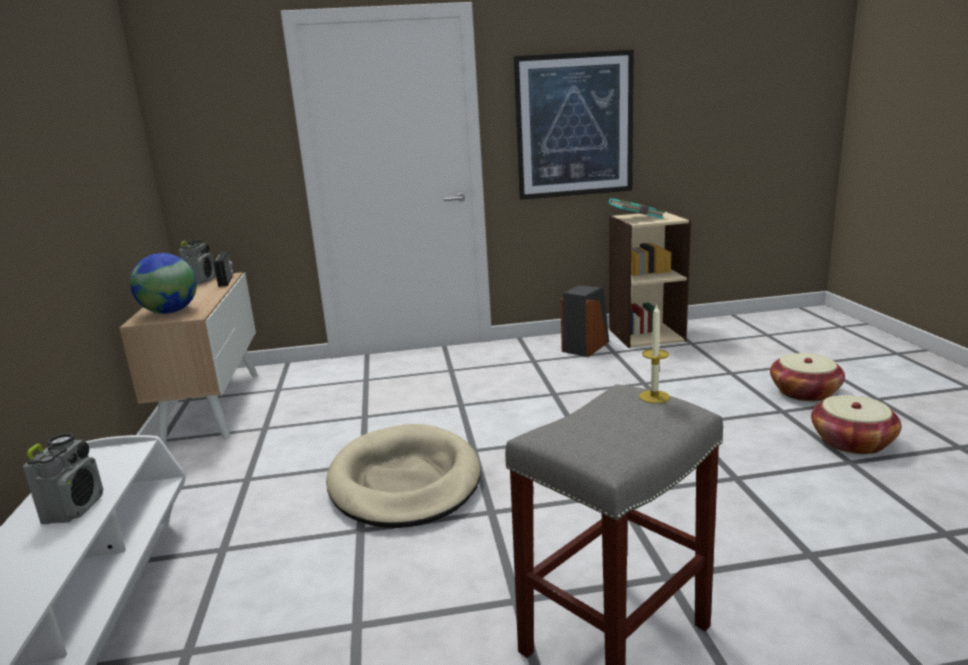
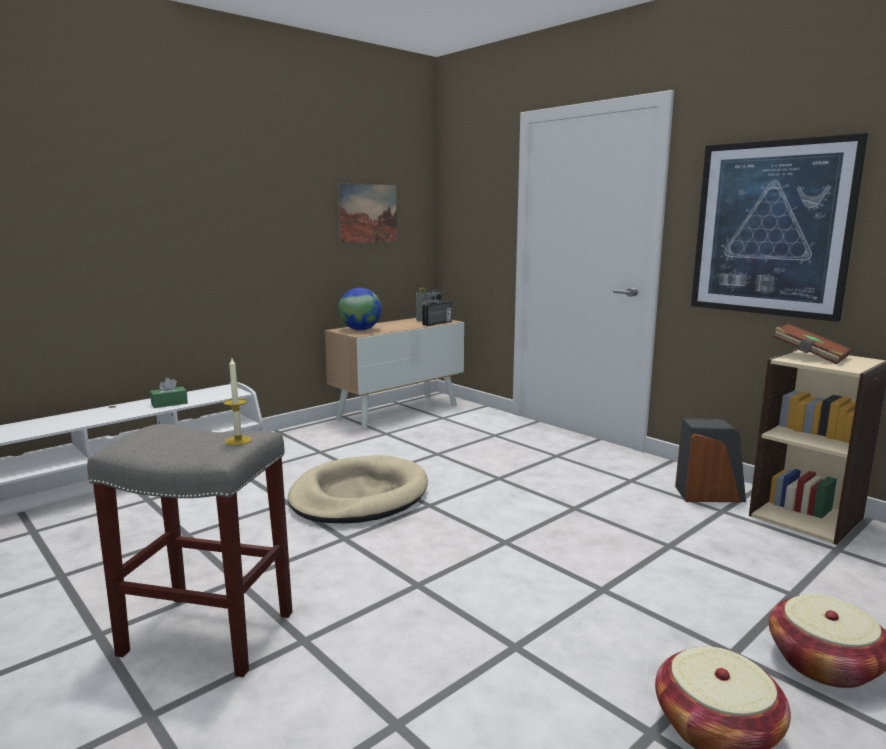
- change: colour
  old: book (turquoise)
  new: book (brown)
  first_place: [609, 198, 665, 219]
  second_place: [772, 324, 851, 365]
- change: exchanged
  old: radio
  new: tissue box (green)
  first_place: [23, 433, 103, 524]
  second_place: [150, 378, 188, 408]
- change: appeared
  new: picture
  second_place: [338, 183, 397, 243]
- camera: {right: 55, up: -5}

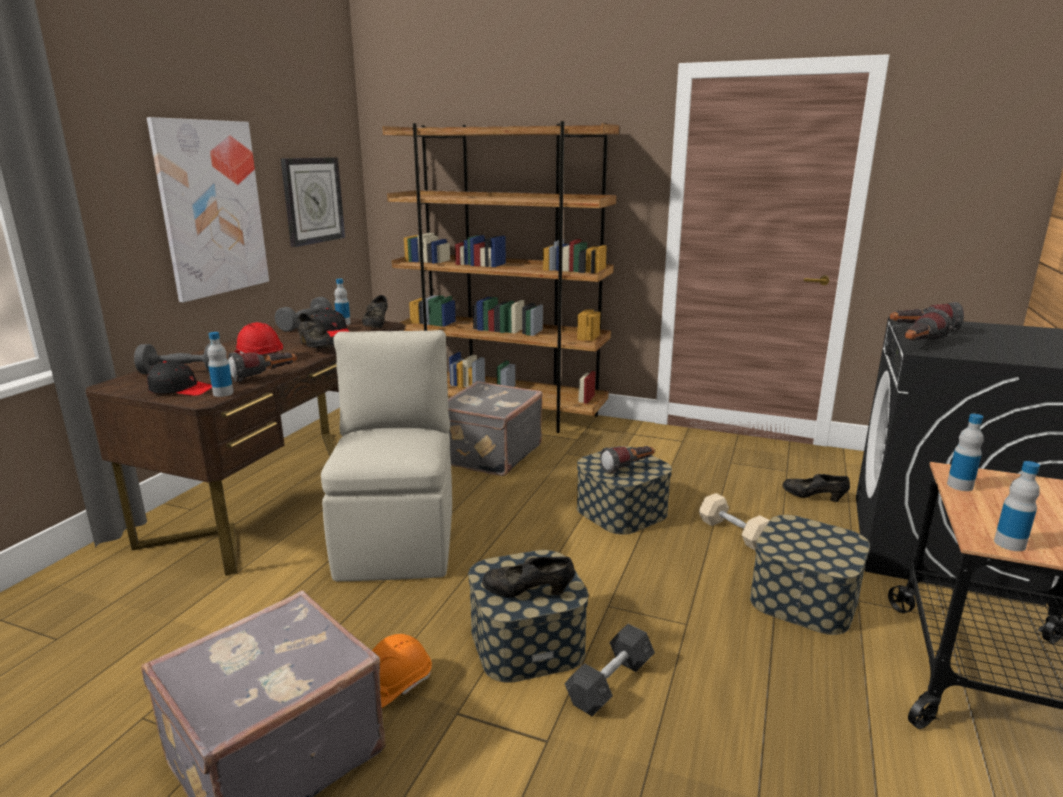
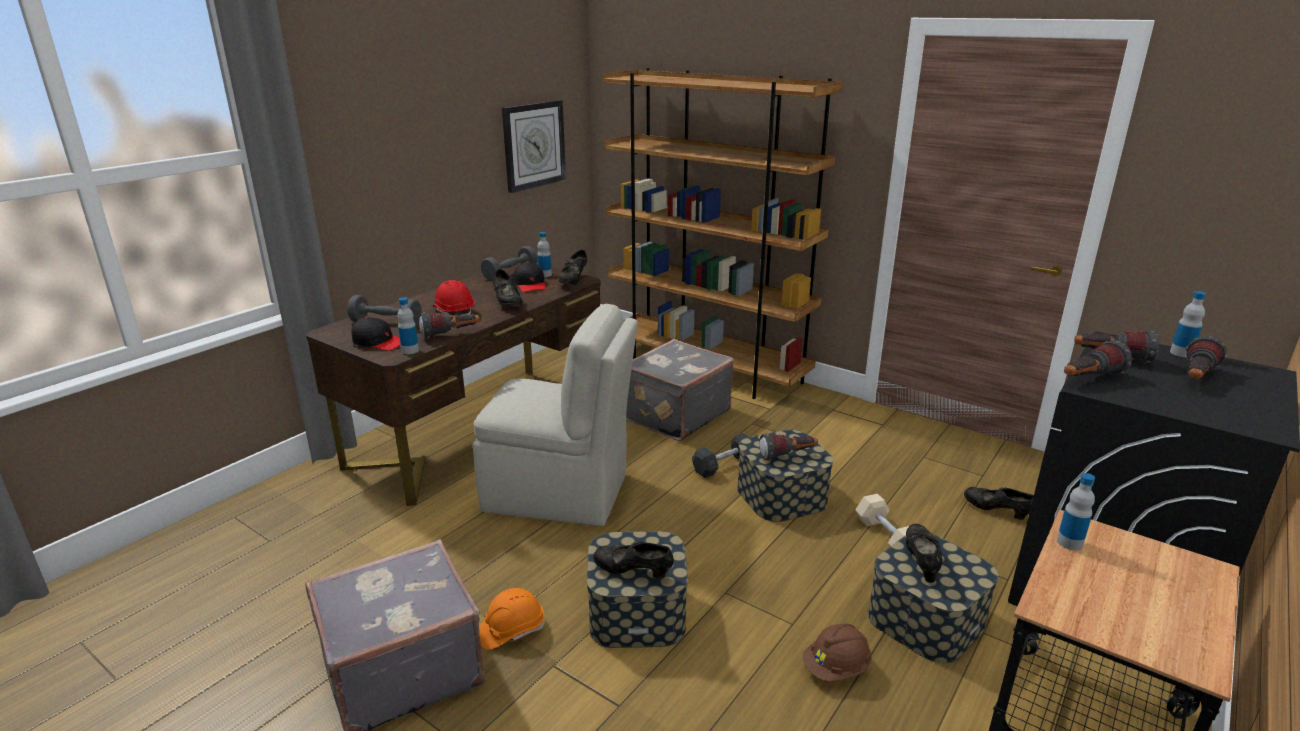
- change: missing
  old: picture
  first_place: [147, 117, 269, 302]
- change: spun
  old: chair (beige)
  first_place: [321, 330, 452, 581]
  second_place: [473, 304, 638, 526]
  degrees: 90
- change: relocated
  old: bottle
  first_place: [994, 461, 1040, 551]
  second_place: [1170, 291, 1206, 357]
- change: relocated
  old: dumbbell (grey)
  first_place: [564, 624, 655, 717]
  second_place: [692, 433, 750, 478]
- change: appeared
  new: flashlight
  second_place: [1185, 336, 1227, 379]
- change: appeared
  new: shoe (black)
  second_place: [906, 524, 942, 583]
- change: appeared
  new: hard hat (brown)
  second_place: [803, 624, 872, 682]
- camera: {right: 15, up: 5}

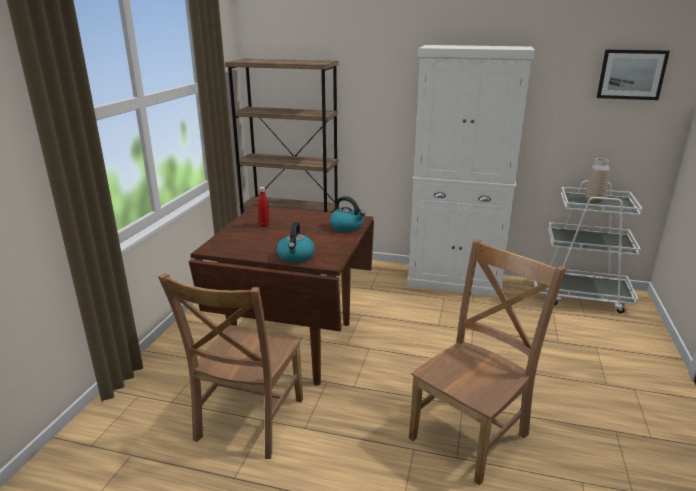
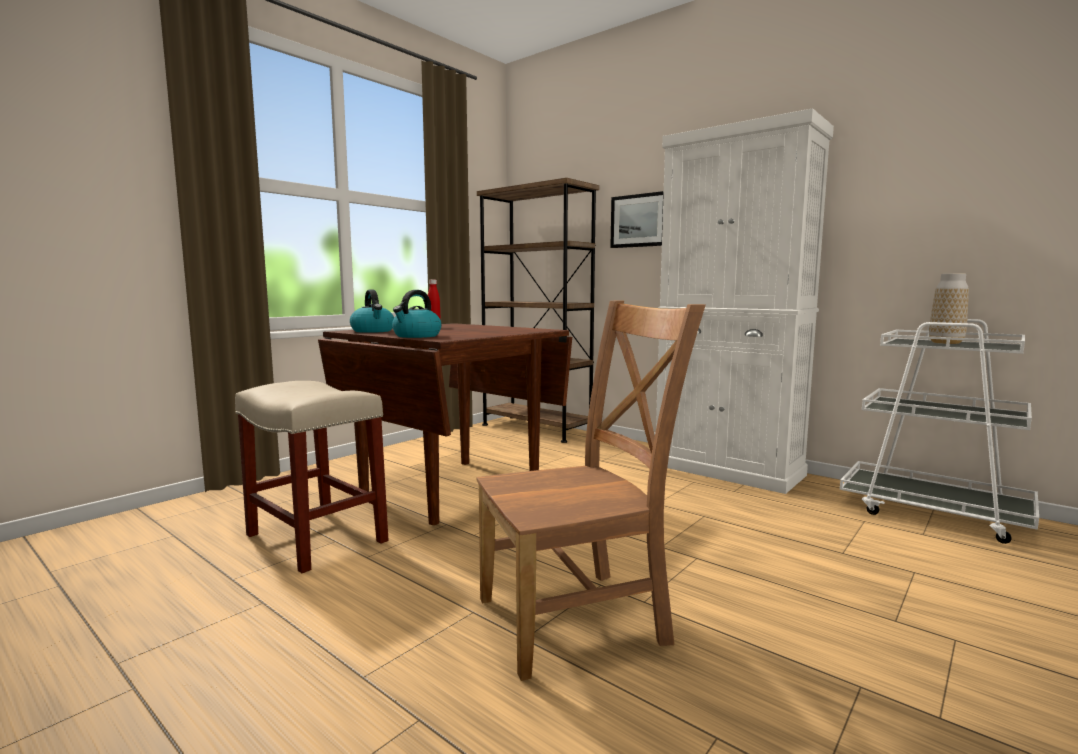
- change: relocated
  old: picture
  first_place: [597, 49, 670, 100]
  second_place: [610, 191, 664, 248]
- change: relocated
  old: kettle
  first_place: [330, 196, 365, 232]
  second_place: [350, 290, 394, 333]
- change: exchanged
  old: chair (brown)
  new: stool (beige)
  first_place: [158, 273, 303, 459]
  second_place: [235, 381, 388, 573]
- camera: {right: 25, up: -15}

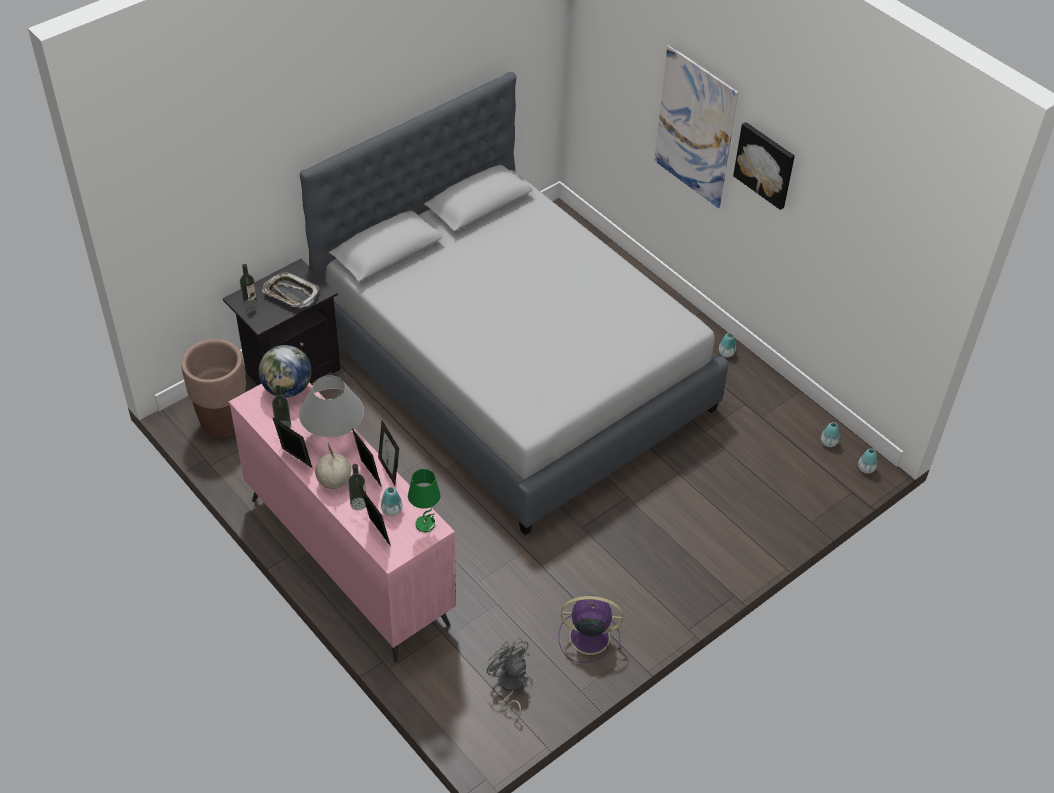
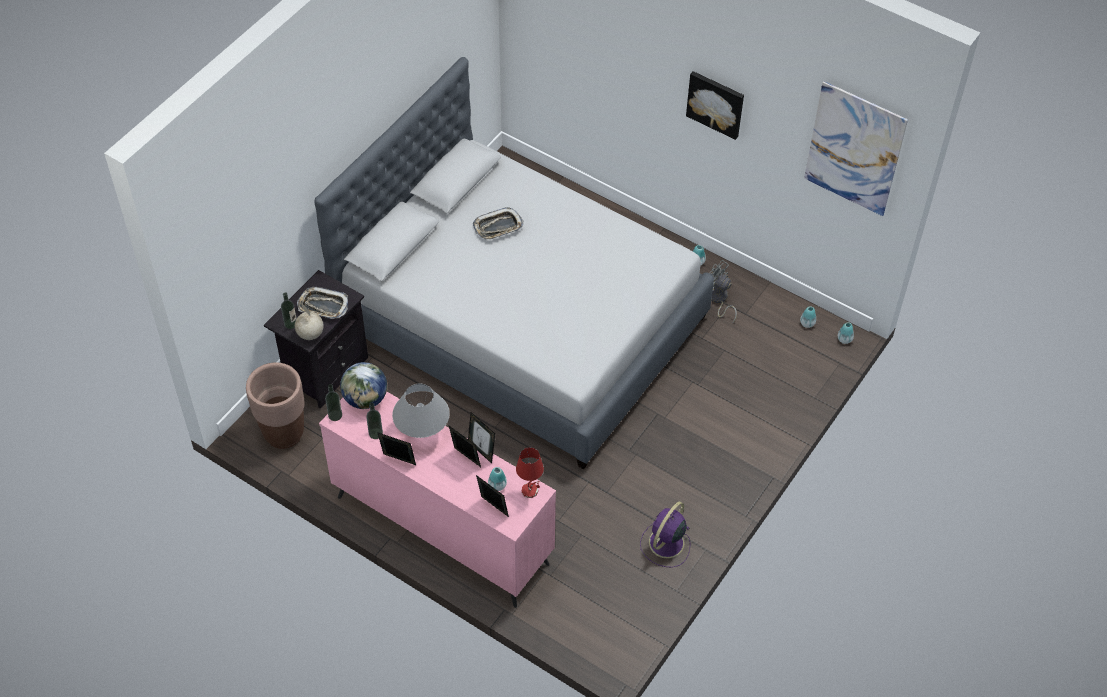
- change: relocated
  old: picture
  first_place: [654, 45, 738, 208]
  second_place: [804, 81, 908, 216]
- change: relocated
  old: globe
  first_place: [315, 443, 351, 489]
  second_place: [295, 304, 324, 340]
- change: relocated
  old: bottle
  first_place: [348, 464, 366, 510]
  second_place: [325, 384, 342, 421]
- change: colour
  old: table lamp (green)
  new: table lamp (red)
  first_place: [408, 469, 440, 533]
  second_place: [516, 448, 544, 498]
- change: spun
  old: fan (purple)
  first_place: [559, 595, 623, 663]
  second_place: [640, 502, 690, 567]
  degrees: -45
- change: relocated
  old: fan (grey)
  first_place: [487, 637, 529, 724]
  second_place: [709, 260, 737, 324]
- change: appeared
  new: tray
  second_place: [473, 207, 524, 240]
- camera: {right: -15, up: 5}

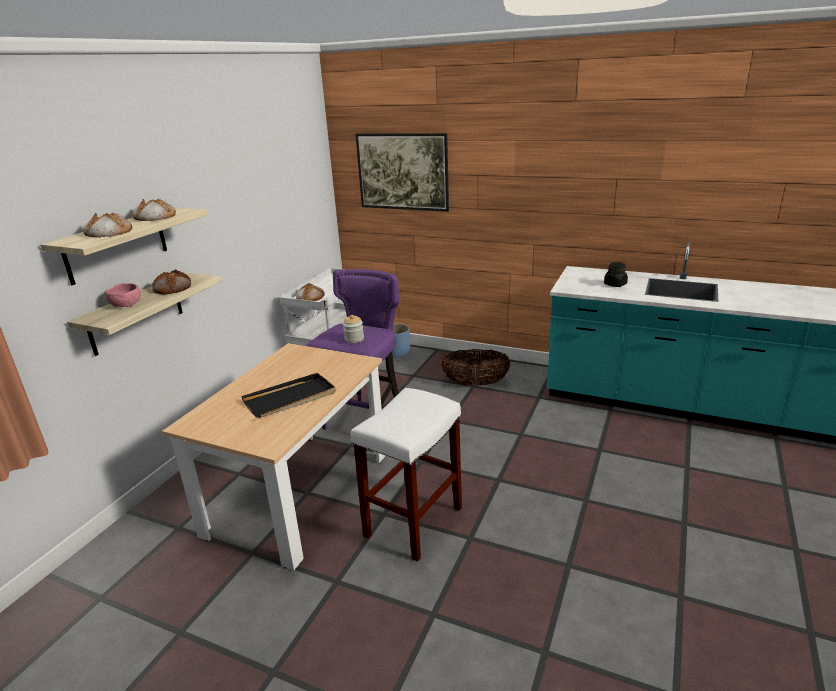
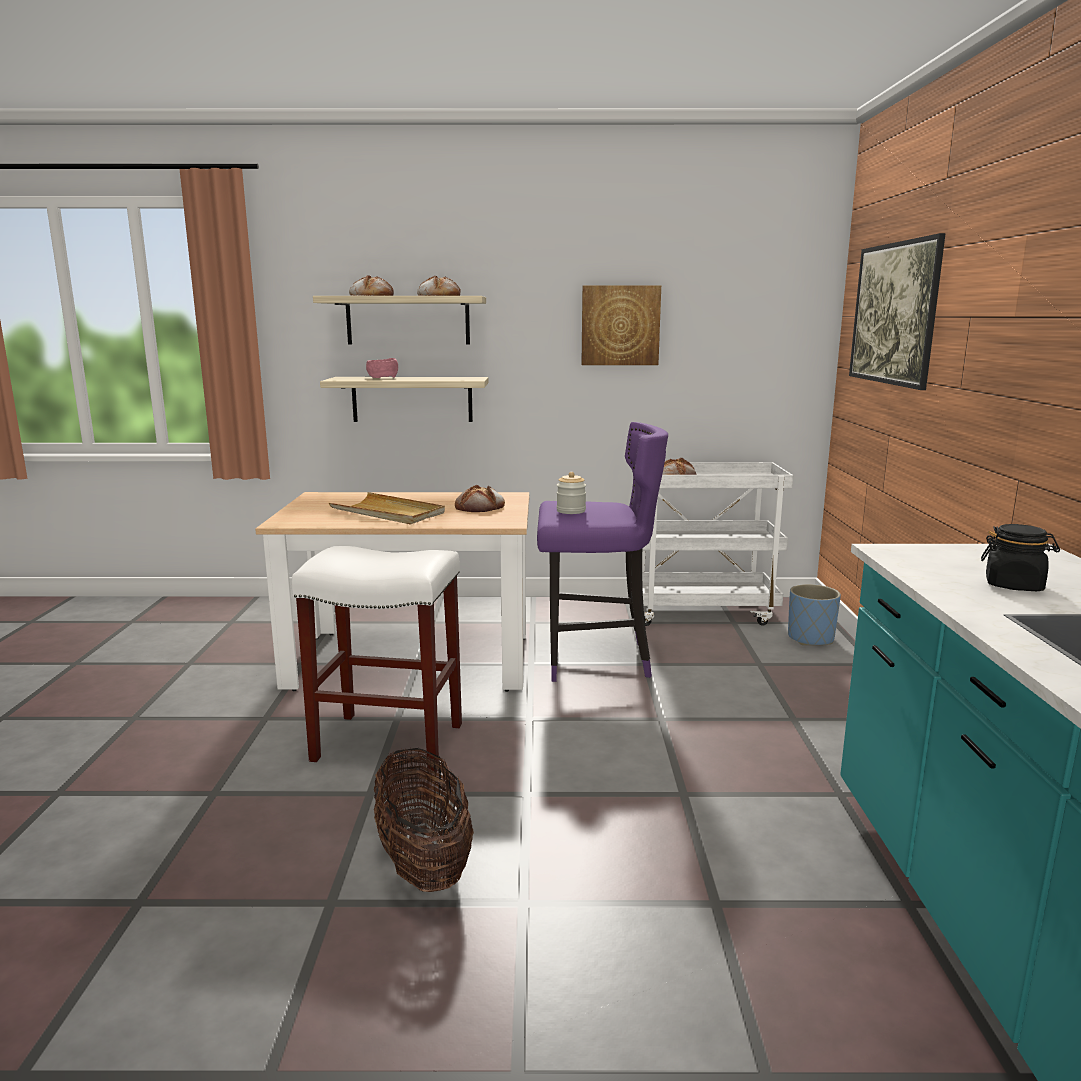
- change: relocated
  old: bread
  first_place: [152, 270, 191, 294]
  second_place: [455, 485, 505, 512]
- change: relocated
  old: basket
  first_place: [442, 349, 510, 386]
  second_place: [374, 748, 474, 892]
- change: colour
  old: tray (black)
  new: tray (beige)
  first_place: [241, 373, 336, 418]
  second_place: [329, 492, 445, 525]
- change: appeared
  new: picture
  second_place: [581, 285, 661, 365]
- camera: {right: 65, up: -10}

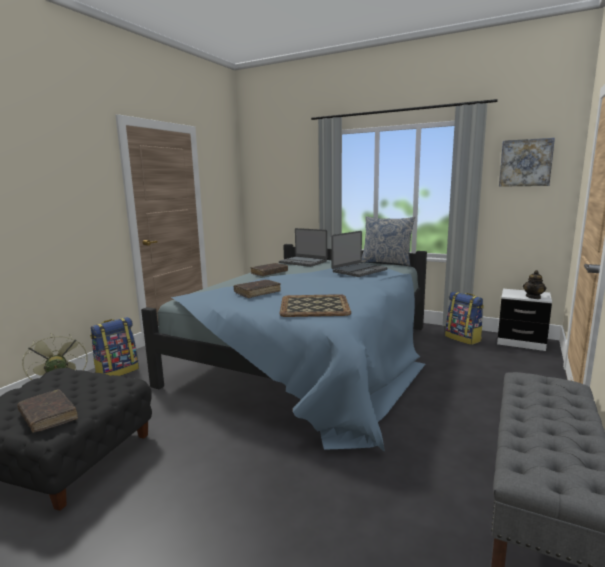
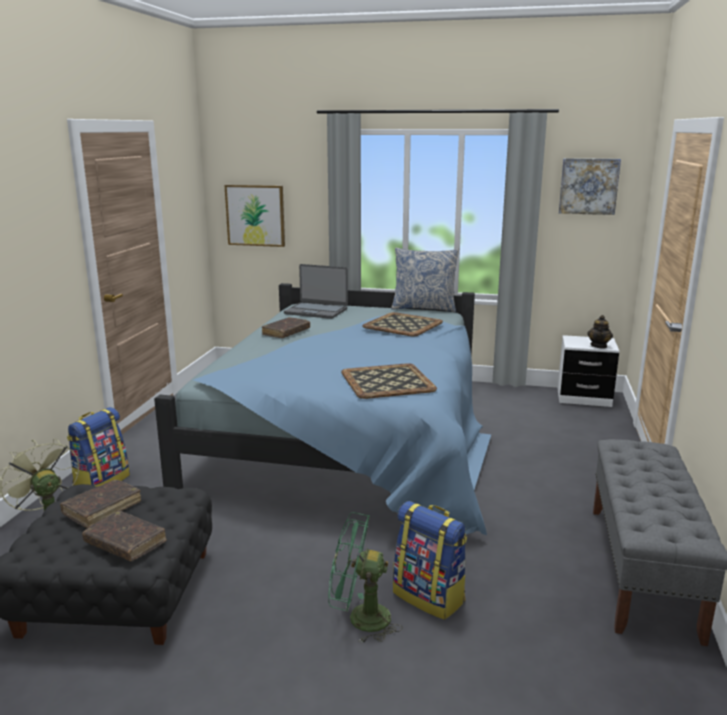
- change: exchanged
  old: laptop
  new: tray
  first_place: [331, 231, 387, 277]
  second_place: [362, 312, 443, 337]
- change: relocated
  old: book (brown)
  first_place: [234, 280, 281, 298]
  second_place: [60, 480, 141, 528]
- change: relocated
  old: backpack
  first_place: [445, 292, 484, 345]
  second_place: [393, 501, 467, 620]
- change: appeared
  new: picture
  second_place: [224, 185, 285, 247]
- change: appeared
  new: fan (green)
  second_place: [328, 512, 403, 643]
- camera: {right: -15, up: 5}

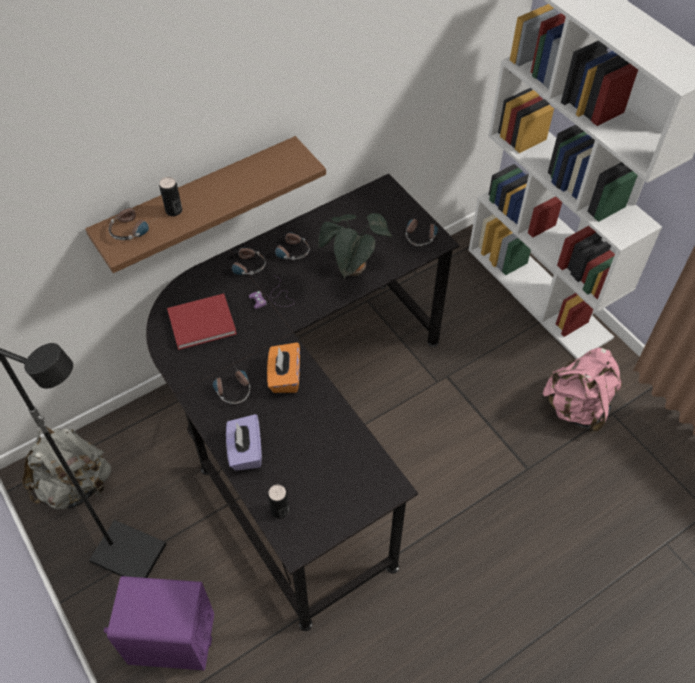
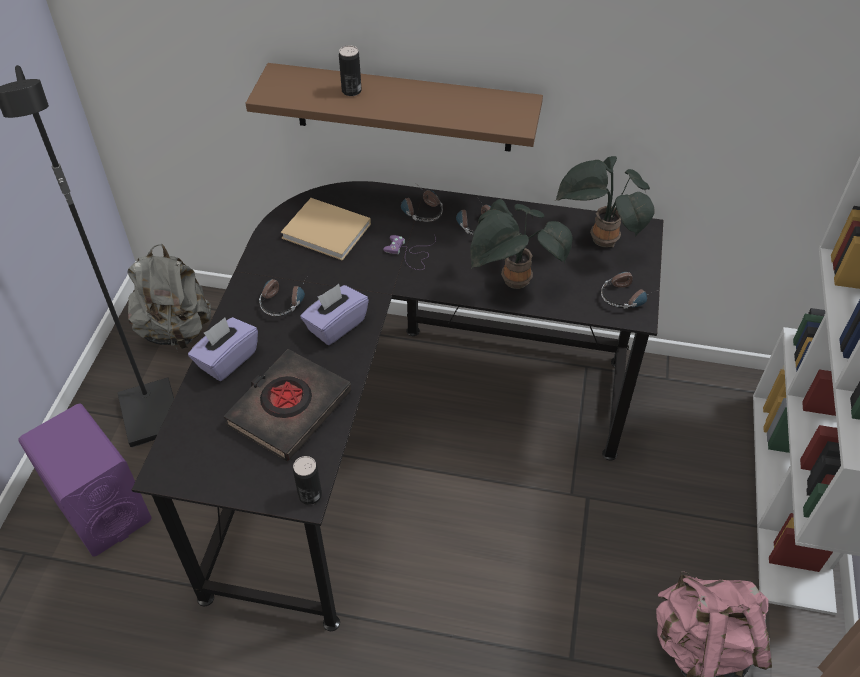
- change: missing
  old: headphones
  first_place: [108, 208, 155, 240]
- change: colour
  old: book (red)
  new: book (beige)
  first_place: [167, 294, 237, 350]
  second_place: [281, 198, 371, 261]
- change: colour
  old: tissue box (orange)
  new: tissue box (purple)
  first_place: [267, 342, 300, 393]
  second_place: [300, 284, 369, 345]
- change: relocated
  old: can
  first_place: [268, 485, 289, 519]
  second_place: [293, 456, 322, 505]
- change: appeared
  new: potted plant
  second_place: [555, 156, 654, 247]
- change: appeared
  new: book (black)
  second_place: [223, 349, 351, 461]
- camera: {right: 45, up: -5}

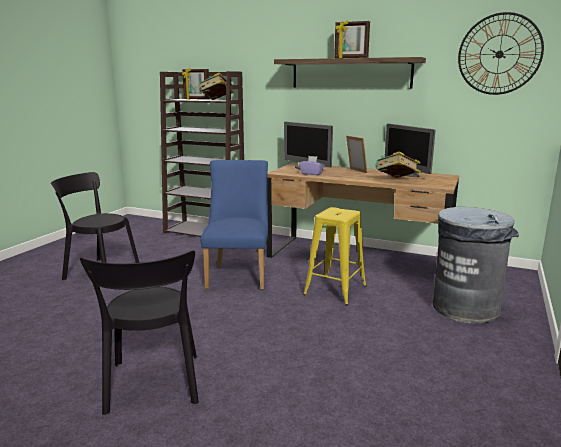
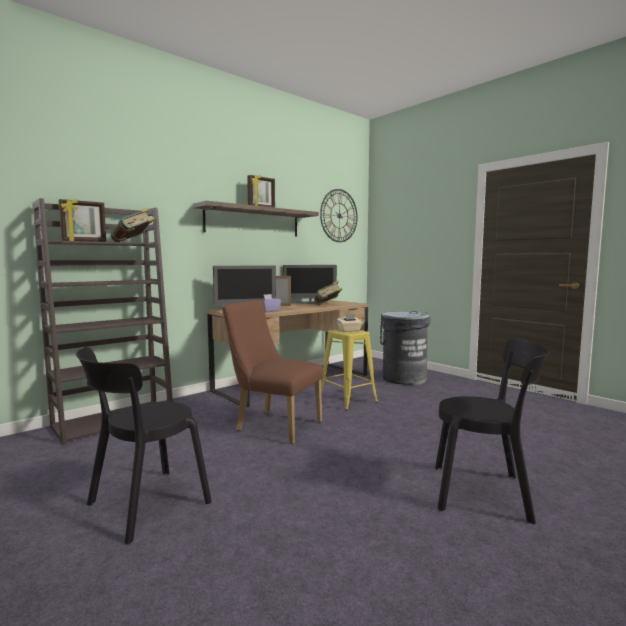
- change: colour
  old: chair (blue)
  new: chair (brown)
  first_place: [200, 160, 268, 290]
  second_place: [222, 300, 323, 444]
- change: appeared
  new: tissue box (beige)
  second_place: [337, 314, 362, 332]
- camera: {right: -65, up: -10}

